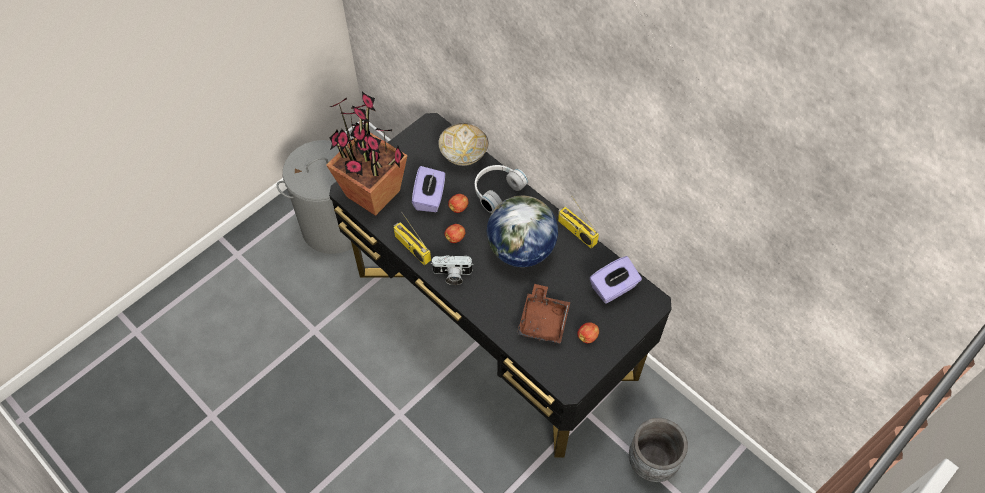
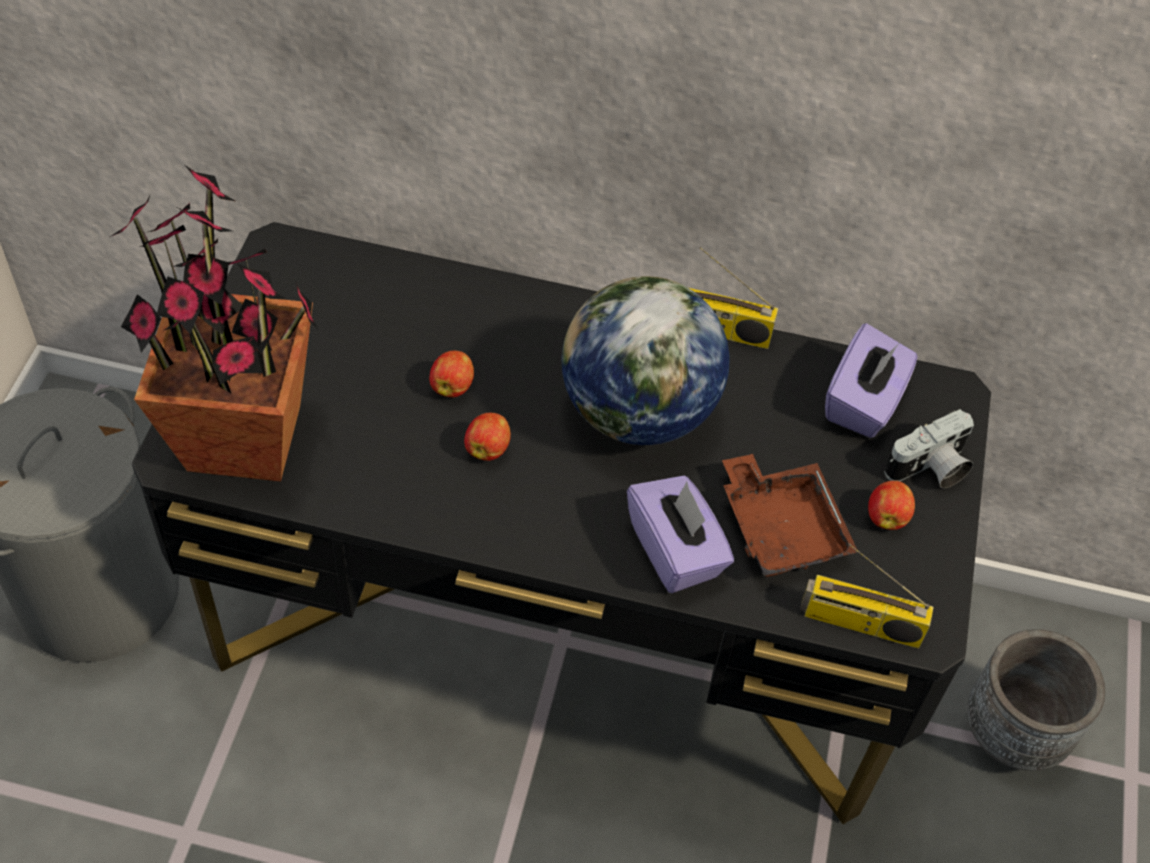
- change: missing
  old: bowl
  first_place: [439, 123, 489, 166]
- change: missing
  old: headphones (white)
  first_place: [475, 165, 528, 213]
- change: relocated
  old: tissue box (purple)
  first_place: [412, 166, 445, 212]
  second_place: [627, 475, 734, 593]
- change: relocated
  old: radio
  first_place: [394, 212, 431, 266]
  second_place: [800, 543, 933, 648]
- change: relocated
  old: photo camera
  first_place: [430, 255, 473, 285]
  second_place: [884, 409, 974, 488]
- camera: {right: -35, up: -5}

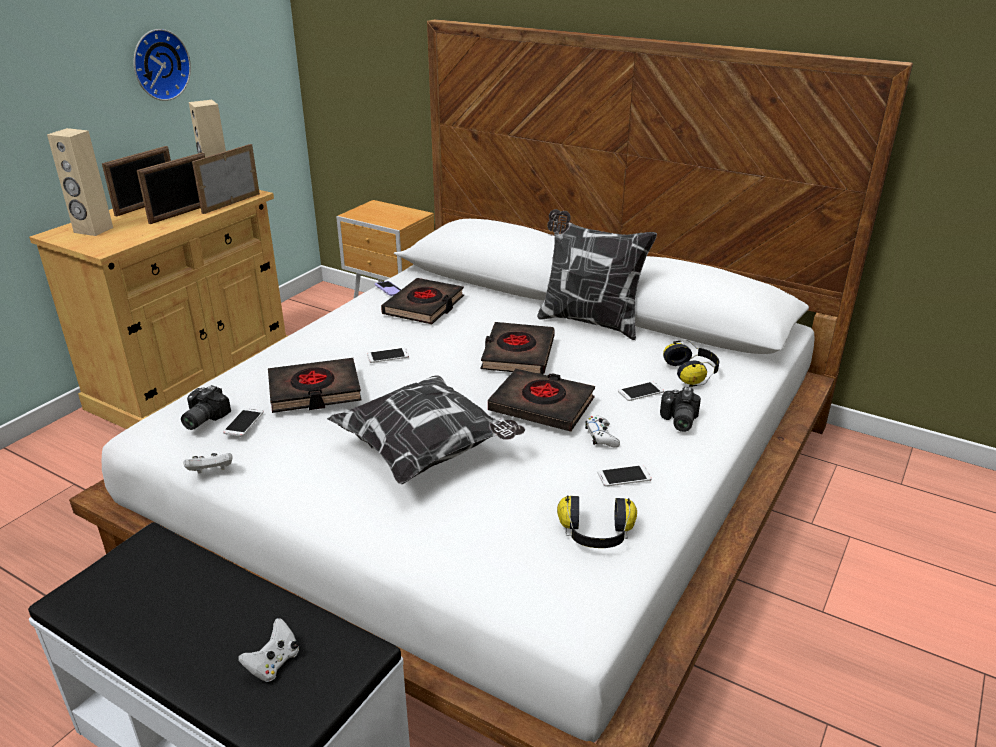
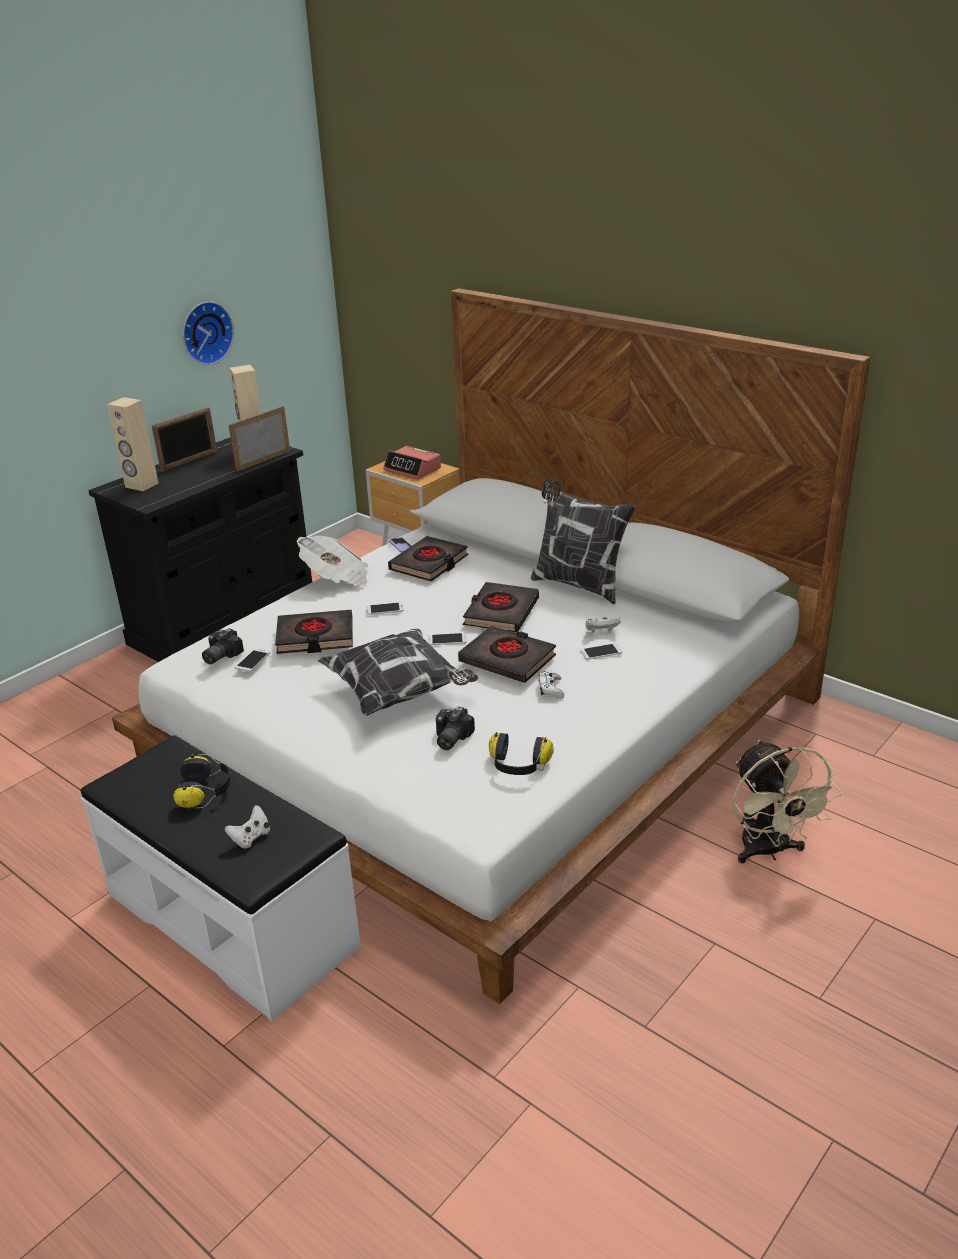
- change: missing
  old: picture frame
  first_place: [137, 152, 205, 224]
- change: colour
  old: cabinet (beige)
  new: cabinet (black)
  first_place: [29, 190, 288, 429]
  second_place: [88, 438, 312, 662]
- change: relocated
  old: headphones
  first_place: [663, 340, 719, 387]
  second_place: [173, 754, 231, 810]
- change: relocated
  old: photo camera
  first_place: [660, 387, 701, 432]
  second_place: [436, 706, 475, 750]
- change: relocated
  old: game controller (white)
  first_place: [184, 453, 233, 474]
  second_place: [585, 617, 621, 632]
- change: relocated
  old: phone
  first_place: [598, 465, 652, 487]
  second_place: [428, 633, 466, 645]
- change: appeared
  new: alarm clock
  second_place: [383, 446, 441, 479]
- change: appeared
  new: newspaper
  second_place: [297, 536, 368, 587]
- change: appeared
  new: fan (beige)
  second_place: [733, 740, 842, 863]
- camera: {right: 10, up: 0}

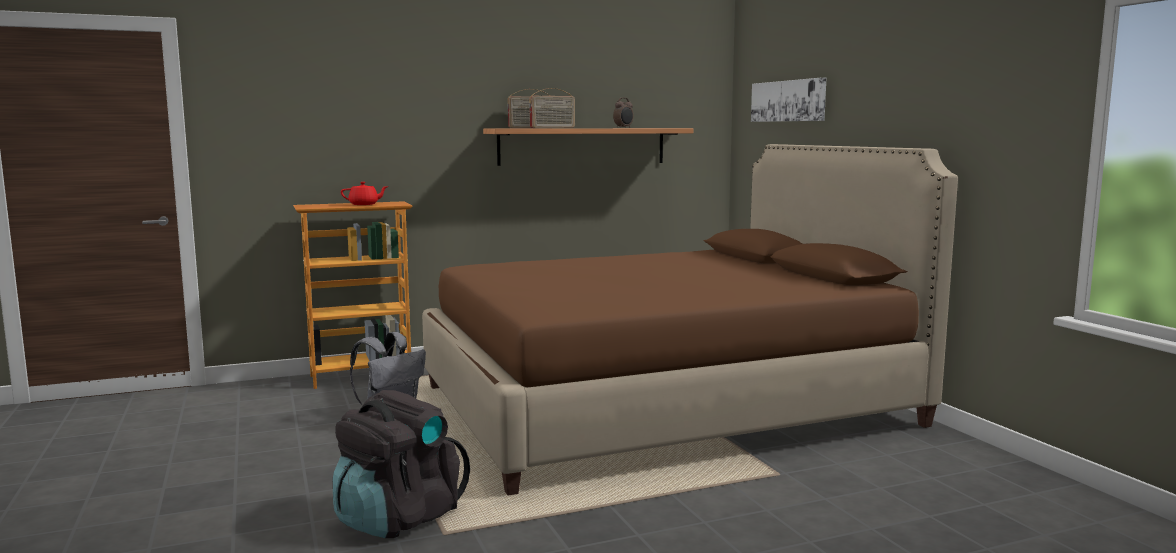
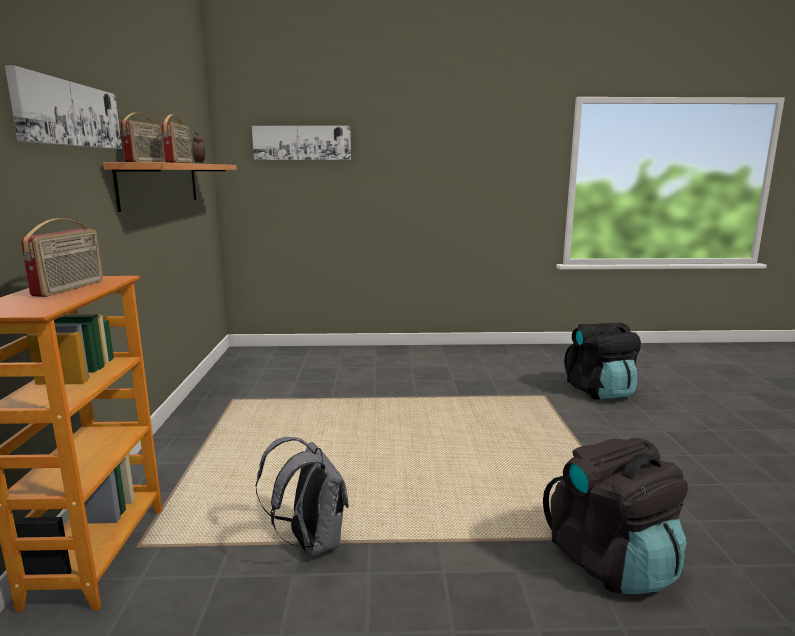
- change: missing
  old: bed (brown)
  first_place: [422, 144, 958, 495]
- change: exchanged
  old: teapot (red)
  new: radio
  first_place: [341, 182, 389, 205]
  second_place: [21, 218, 103, 297]
- change: appeared
  new: picture
  second_place: [5, 65, 122, 149]
- change: appeared
  new: backpack (black)
  second_place: [564, 323, 641, 399]
- camera: {right: -70, up: 5}

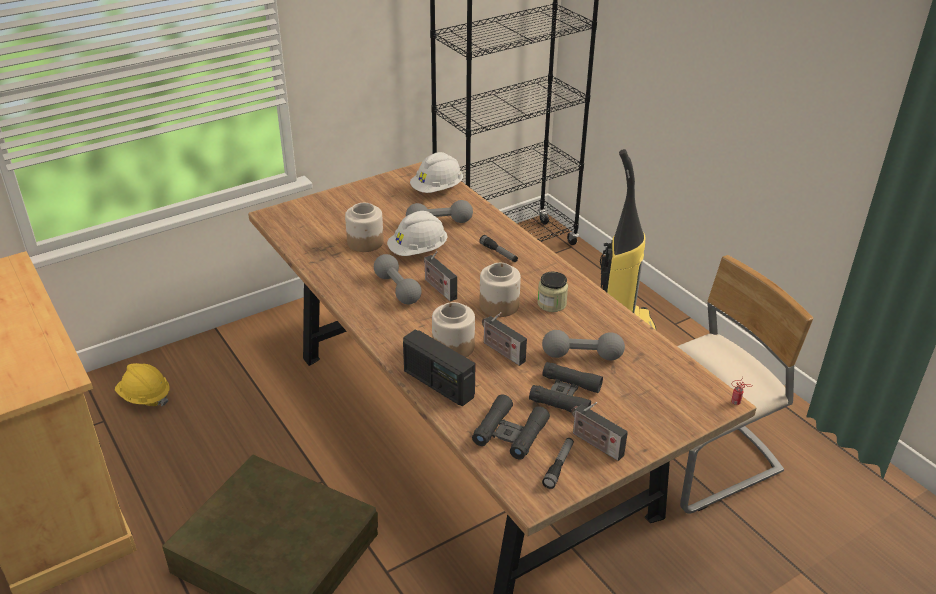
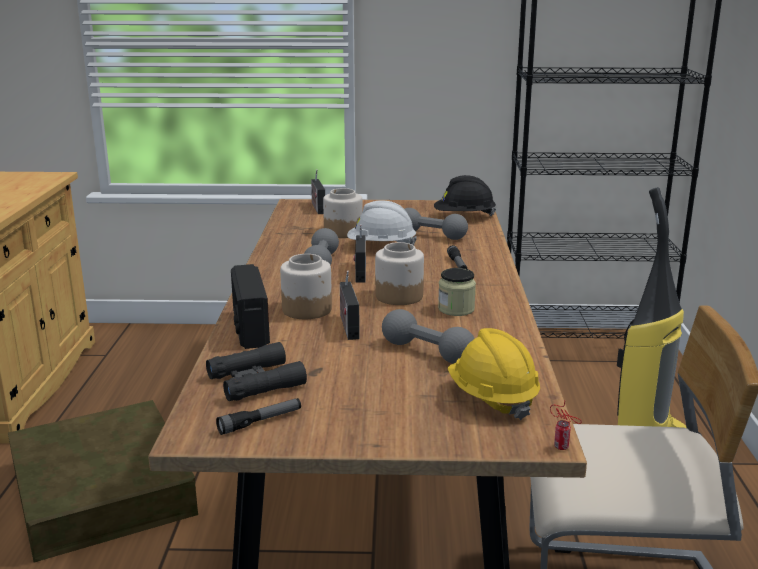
- change: colour
  old: hard hat (white)
  new: hard hat (black)
  first_place: [410, 152, 463, 193]
  second_place: [434, 175, 496, 216]
- change: missing
  old: binoculars (black)
  first_place: [529, 362, 603, 413]
- change: relocated
  old: hard hat (yellow)
  first_place: [115, 363, 170, 406]
  second_place: [447, 328, 540, 420]
- change: relocated
  old: radio
  first_place: [571, 402, 628, 461]
  second_place: [311, 169, 325, 214]
- camera: {right: 35, up: -15}

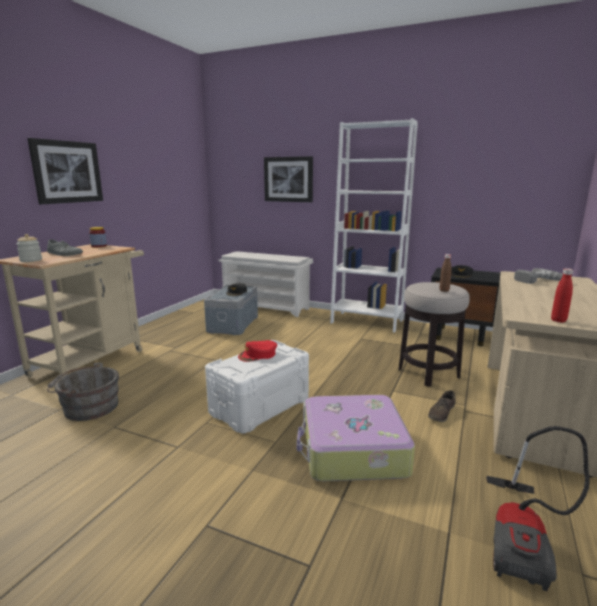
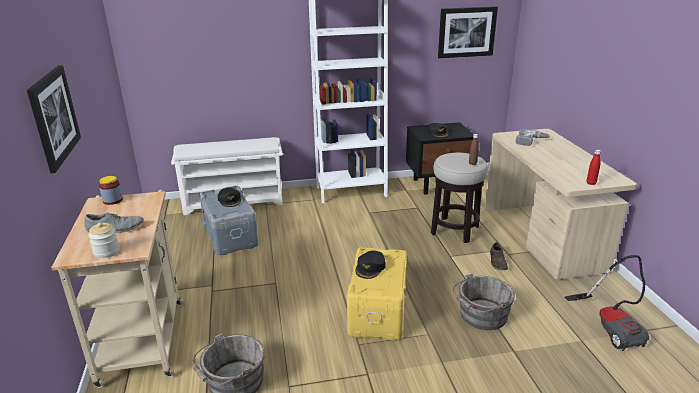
- change: relocated
  old: picture
  first_place: [264, 156, 313, 202]
  second_place: [438, 6, 498, 58]
- change: colour
  old: storage box (white)
  new: storage box (yellow)
  first_place: [205, 340, 309, 434]
  second_place: [347, 248, 407, 341]
- change: colour
  old: cap (red)
  new: cap (black)
  first_place: [238, 340, 277, 362]
  second_place: [355, 251, 386, 279]
- change: exchanged
  old: suitcase
  new: bucket (grey)
  first_place: [297, 395, 415, 481]
  second_place: [453, 273, 515, 330]
- camera: {right: -35, up: 10}

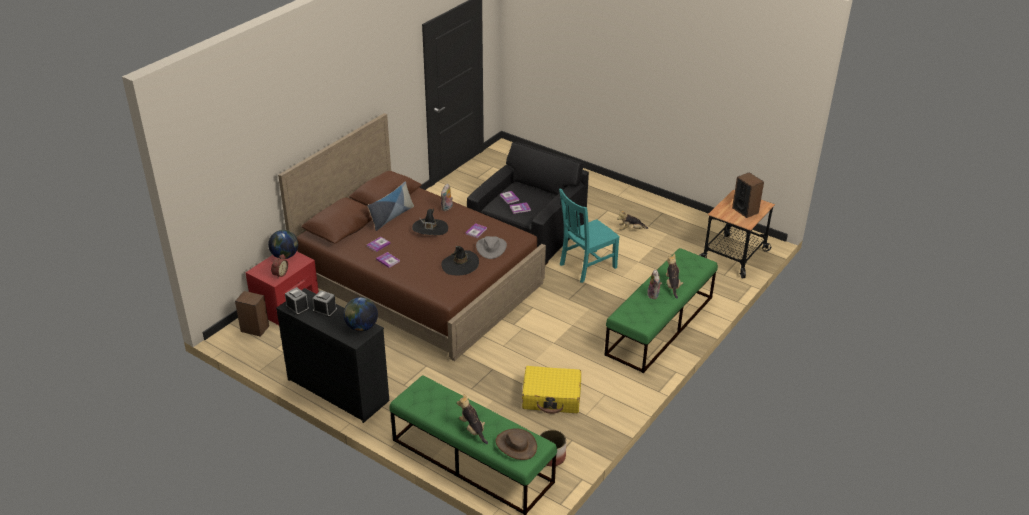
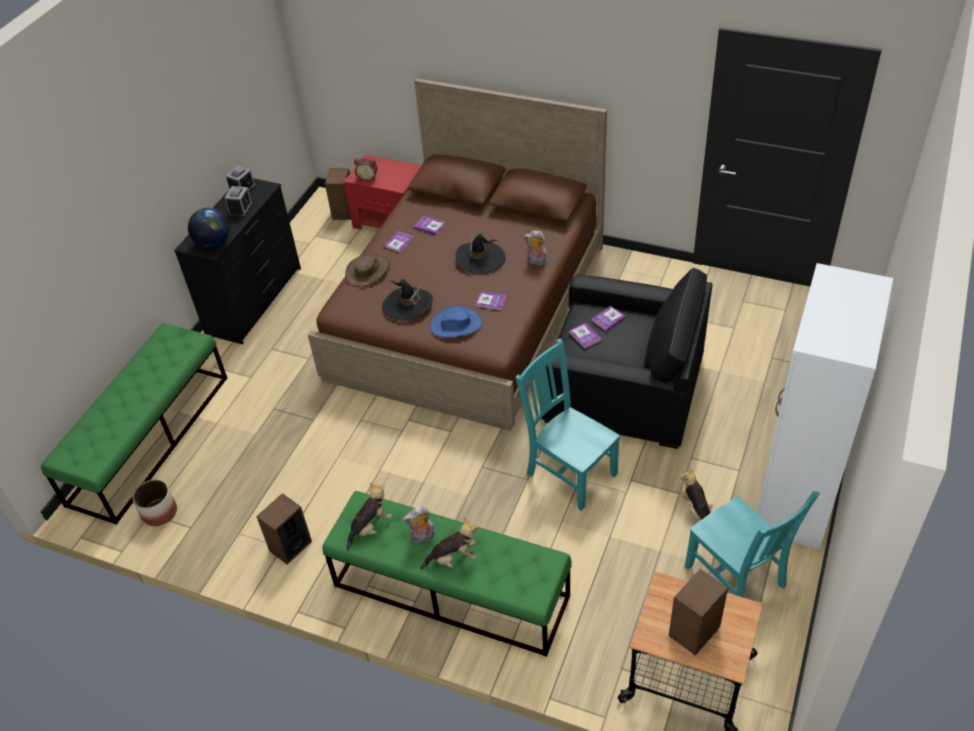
- change: missing
  old: pillow
  first_place: [367, 182, 414, 231]
- change: missing
  old: globe
  first_place: [268, 230, 298, 259]
- change: colour
  old: hat (grey)
  new: hat (blue)
  first_place: [476, 236, 507, 259]
  second_place: [430, 306, 483, 338]
- change: missing
  old: suitcase (yellow)
  first_place: [522, 366, 581, 414]
- change: relocated
  old: plush toy
  first_place: [457, 394, 488, 444]
  second_place: [347, 483, 392, 550]
- change: relocated
  old: hat (brown)
  first_place: [495, 428, 537, 460]
  second_place: [345, 255, 390, 287]
- change: appeared
  new: wardrobe (white)
  second_place: [757, 263, 893, 549]
- change: appeared
  new: chair (turquoise)
  second_place: [685, 491, 820, 598]
- change: appeared
  new: speaker
  second_place: [256, 493, 312, 565]
- camera: {right: 80, up: 10}

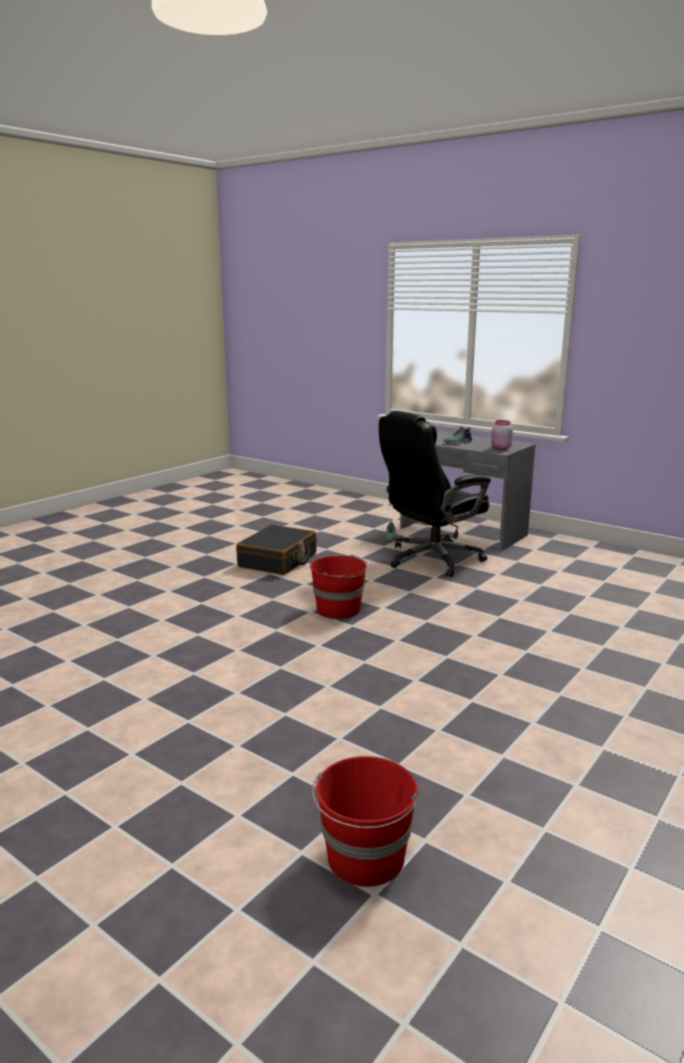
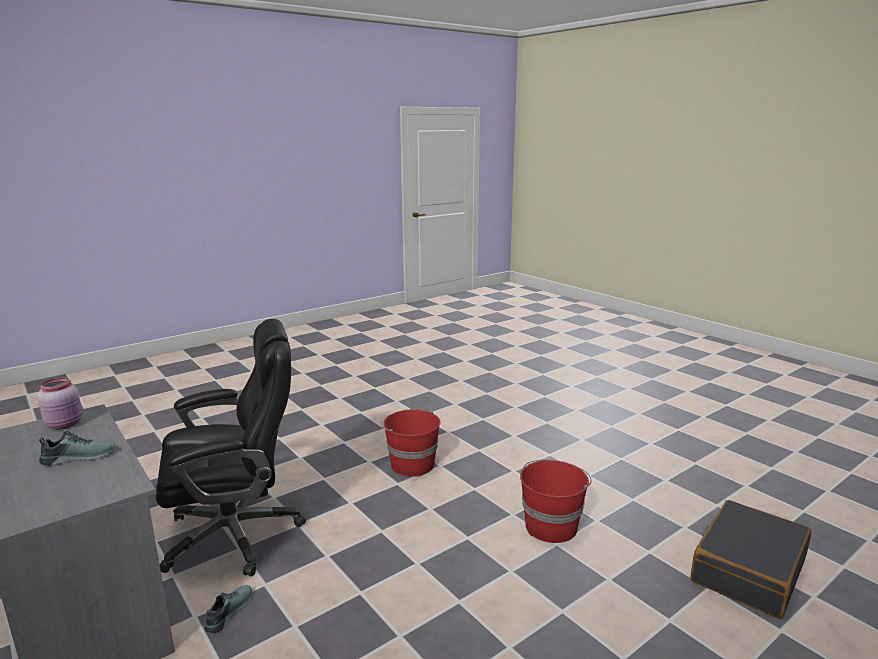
- change: relocated
  old: suitcase (black)
  first_place: [236, 525, 316, 575]
  second_place: [691, 500, 811, 619]
- change: relocated
  old: bucket (red)
  first_place: [312, 756, 418, 887]
  second_place: [520, 459, 591, 543]
- camera: {right: -165, up: 0}

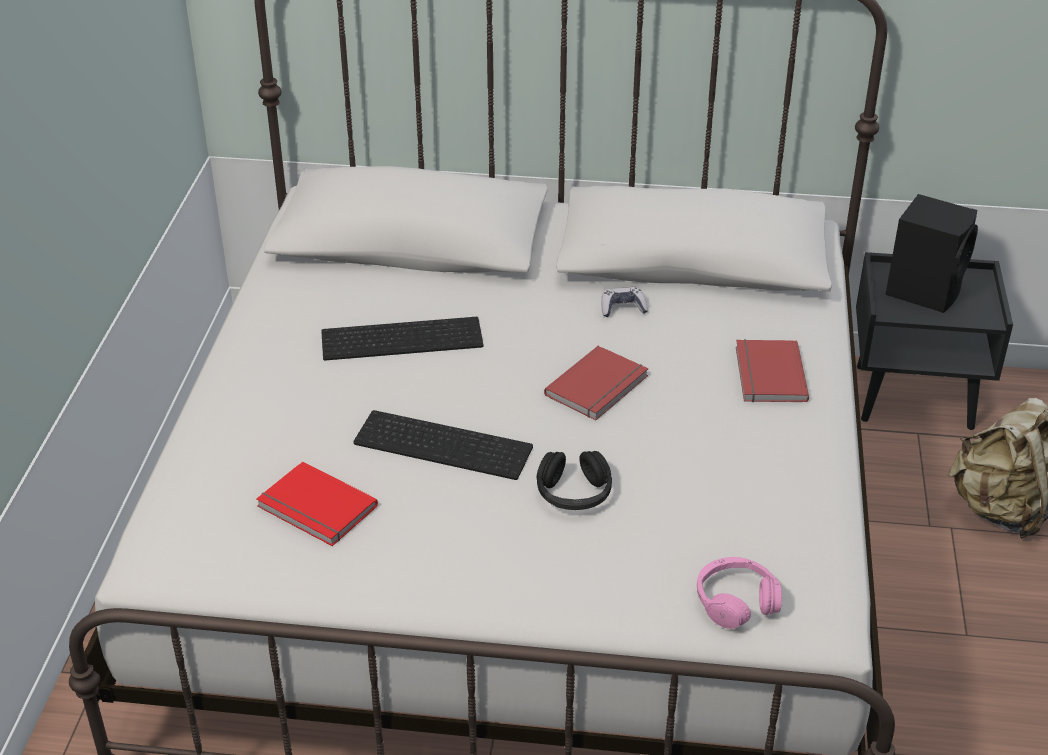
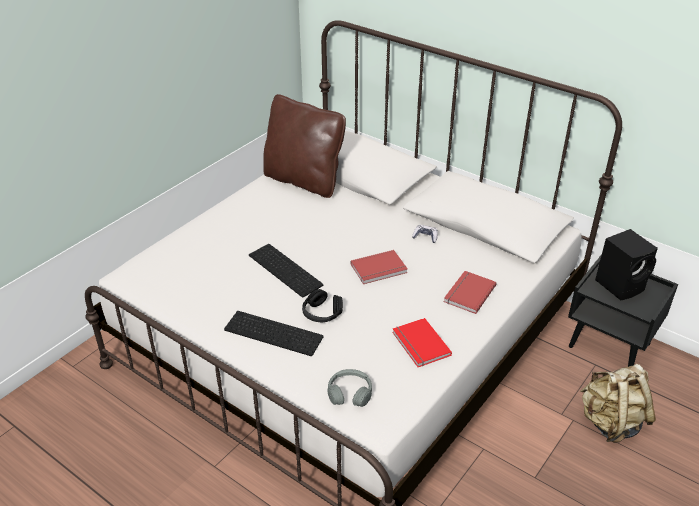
- change: relocated
  old: keyboard
  first_place: [321, 317, 483, 361]
  second_place: [224, 311, 324, 356]
- change: relocated
  old: book (red)
  first_place: [256, 461, 378, 546]
  second_place: [392, 318, 452, 367]
- change: colour
  old: headphones (pink)
  new: headphones (grey)
  first_place: [697, 557, 782, 629]
  second_place: [327, 369, 372, 407]
- change: appeared
  new: pillow (brown)
  second_place: [263, 94, 346, 198]
- camera: {right: 30, up: 0}

